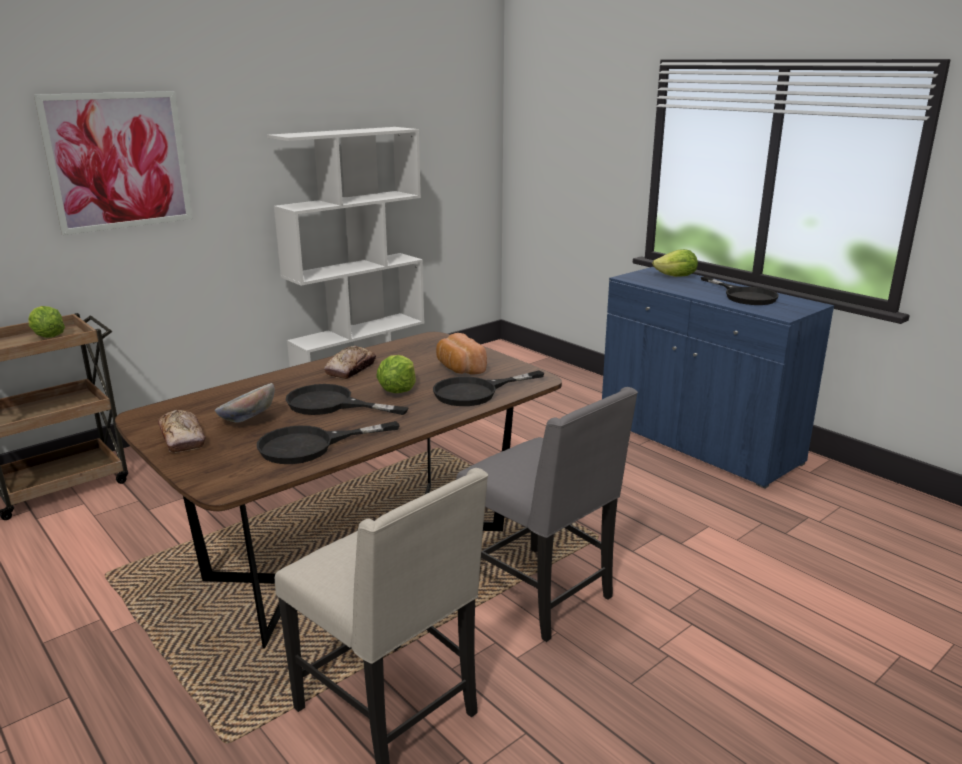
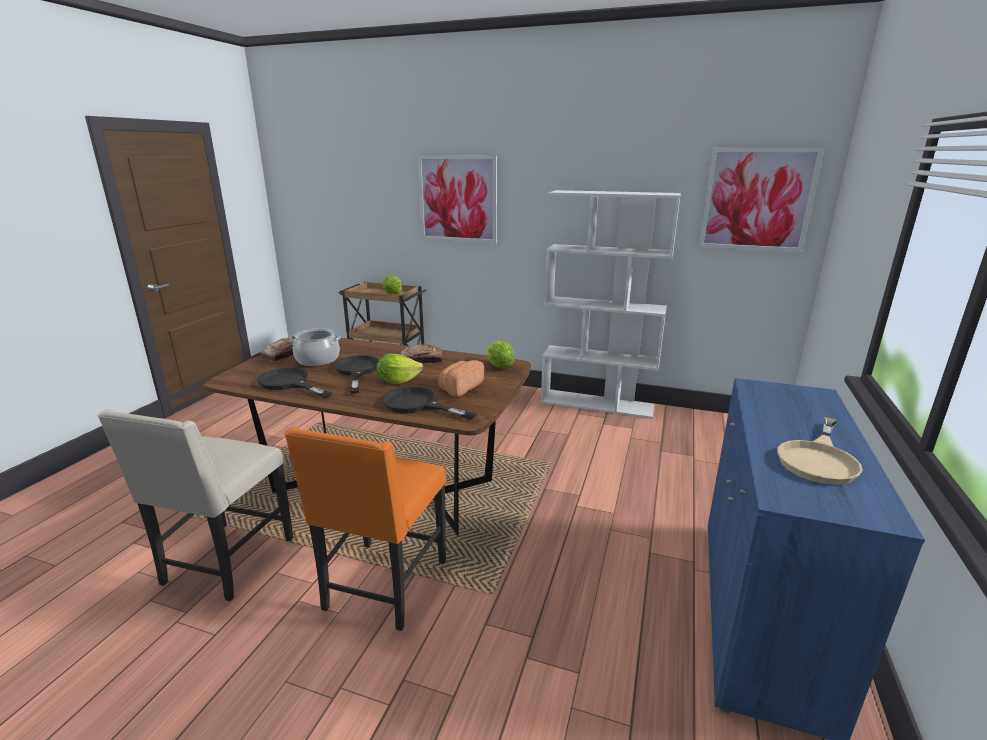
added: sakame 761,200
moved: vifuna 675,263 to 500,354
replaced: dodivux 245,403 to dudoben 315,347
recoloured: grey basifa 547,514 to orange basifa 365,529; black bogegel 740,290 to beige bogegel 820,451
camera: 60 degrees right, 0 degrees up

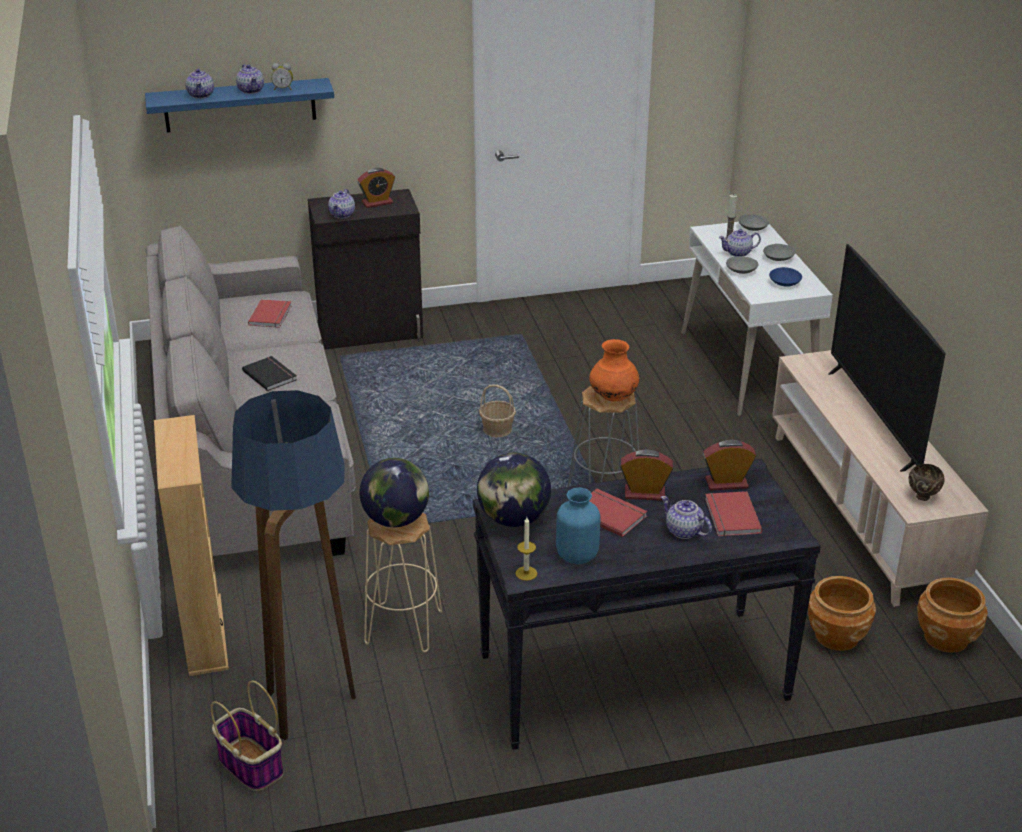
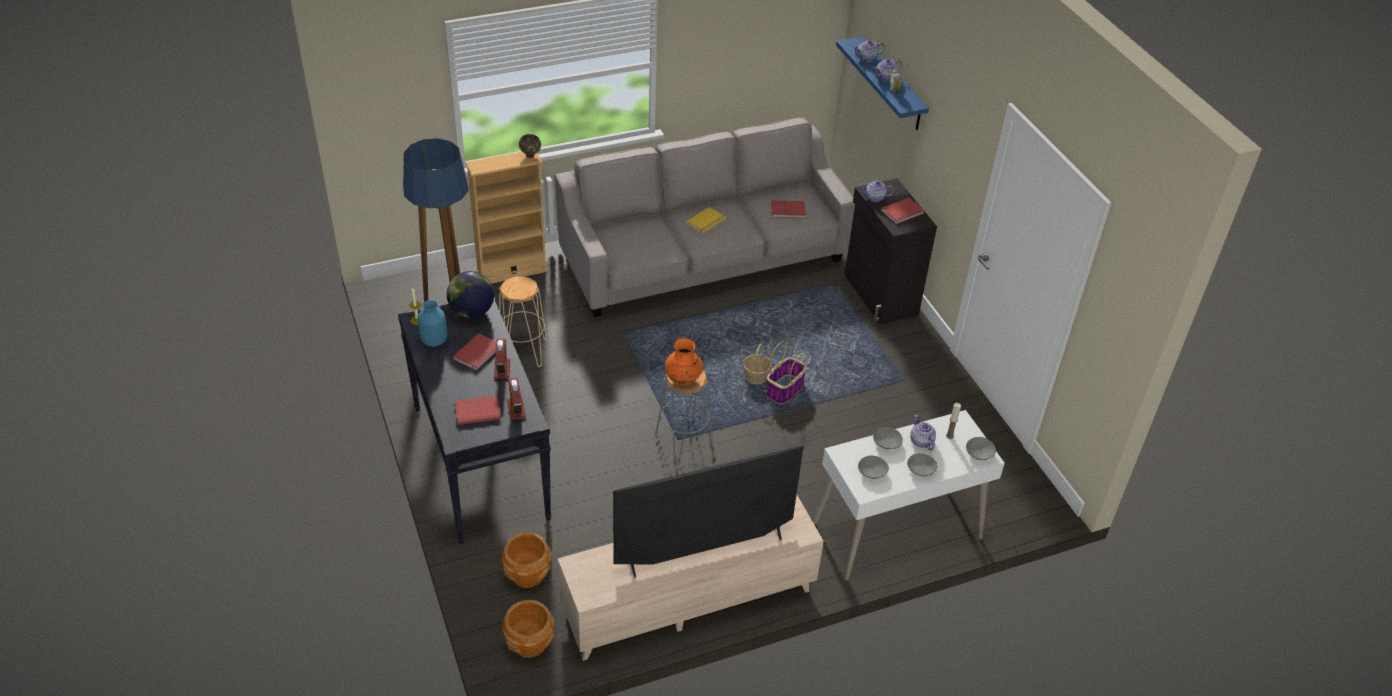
removed: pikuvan 394,492; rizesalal 686,517
moved: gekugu 247,736 to 786,372; brown dodivux 927,482 to 530,146
replaced: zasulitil 376,188 to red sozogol 902,211
recoloured: black sozogol 269,373 to yellow sozogol 706,221; blue dodivux 785,277 to grey dodivux 873,467
camera: 80 degrees right, 10 degrees up

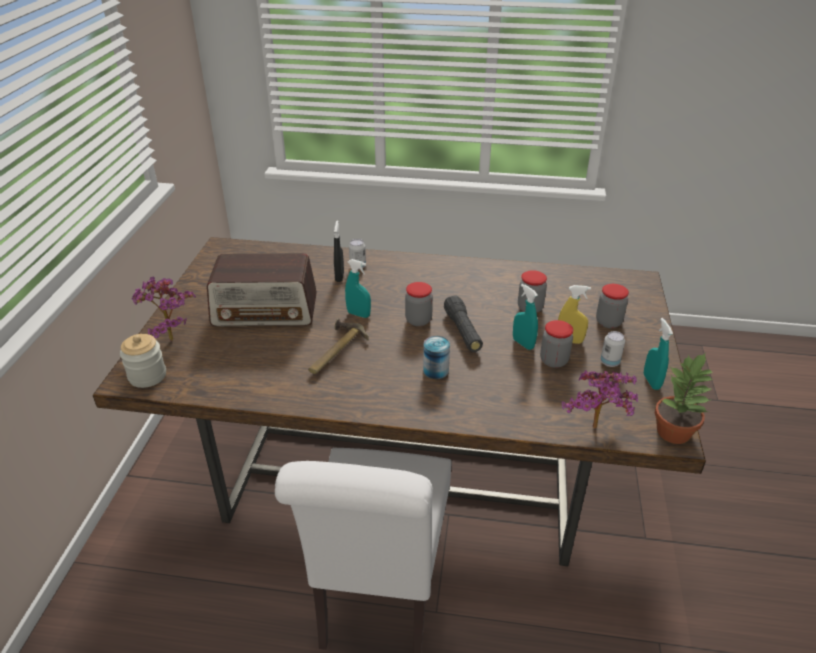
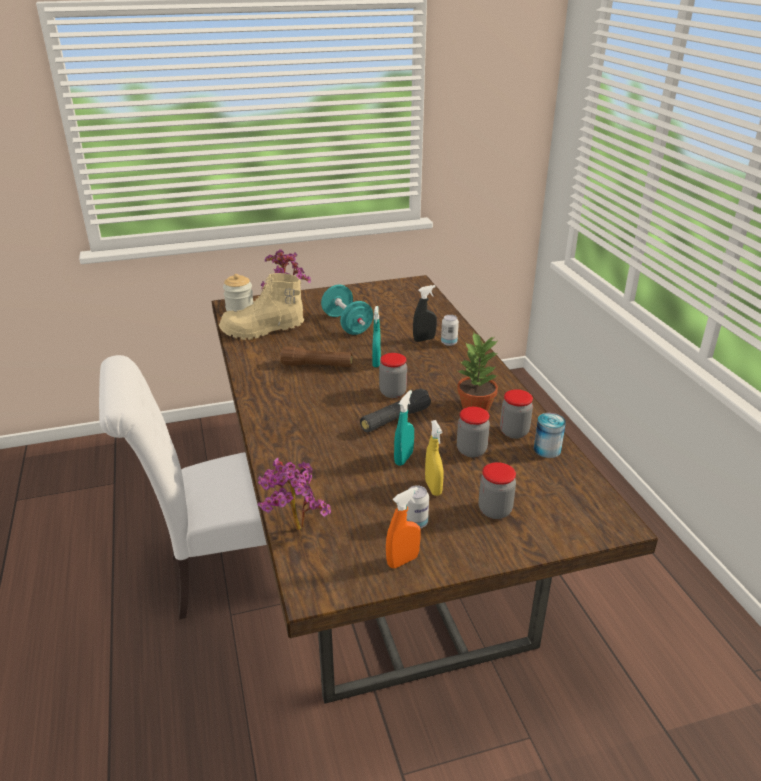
added: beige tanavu 261,306
moved: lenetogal 436,357 to 550,435; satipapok 556,344 to 516,414; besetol 684,398 to 477,372
replaced: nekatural 262,289 to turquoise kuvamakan 347,310; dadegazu 338,346 to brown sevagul 316,356
recoloured: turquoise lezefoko 658,354 to orange lezefoko 403,527
camera: 65 degrees right, 5 degrees down

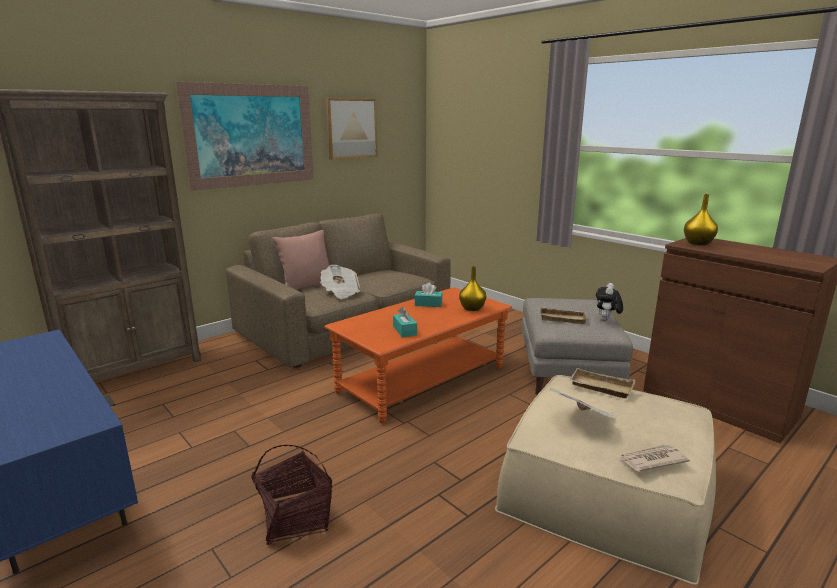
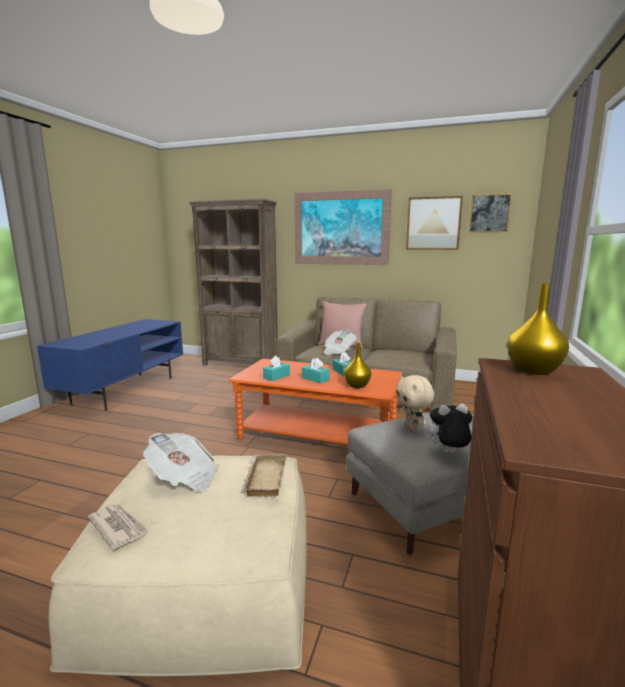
removed: gekugu 291,495
added: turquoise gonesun 316,370; sakame 490,212
replaced: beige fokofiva 563,315 to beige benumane 415,403
camera: 60 degrees right, 5 degrees down

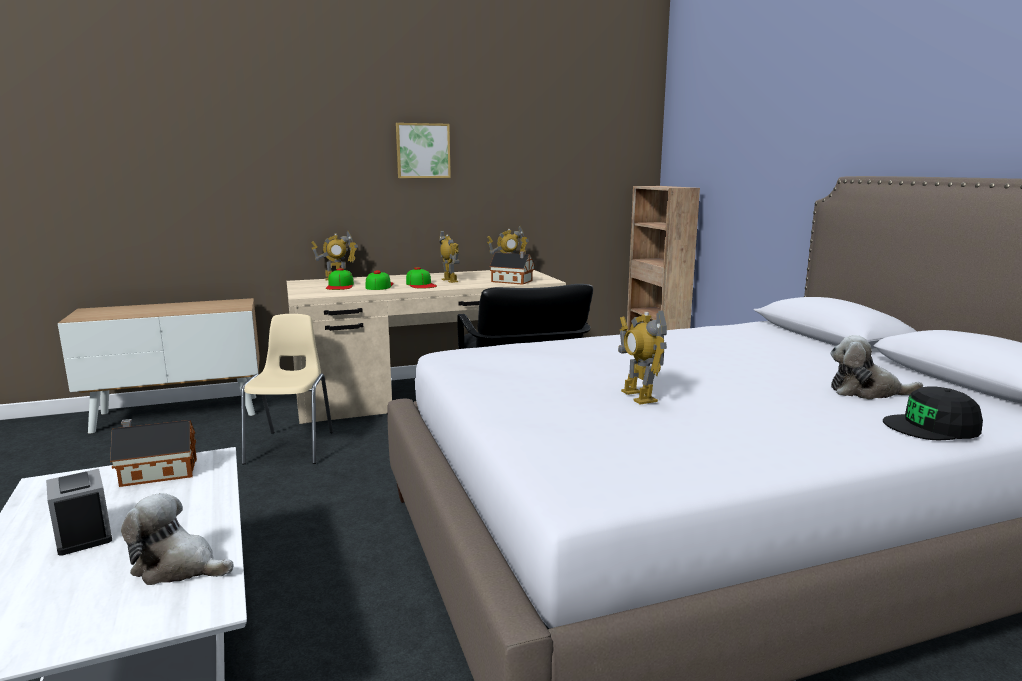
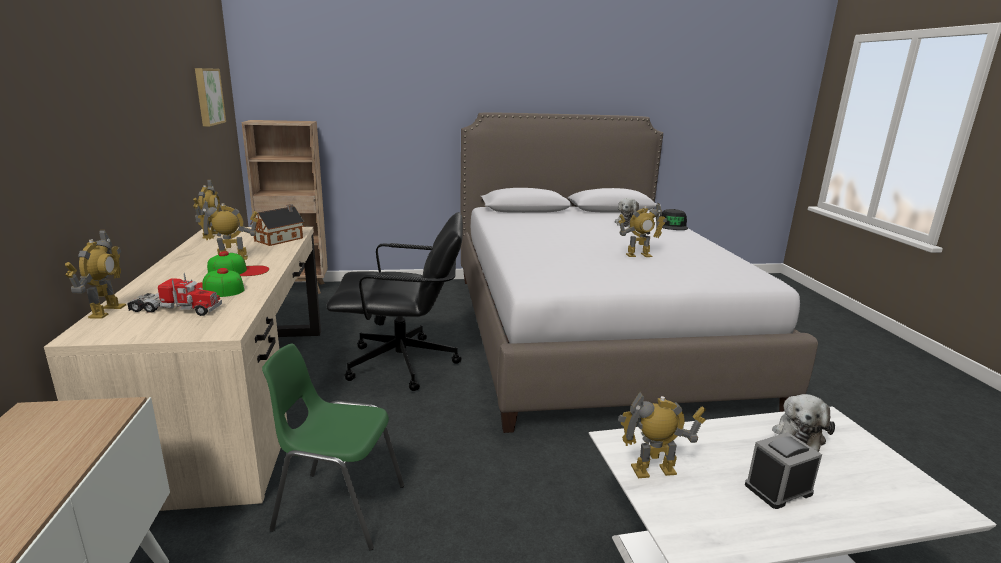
moved: sakame 423,150 to 210,97
replaced: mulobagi 153,453 to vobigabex 662,435; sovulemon 340,279 to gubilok 174,294
recoloured: beige basifa 287,389 to green basifa 333,447
camera: 80 degrees left, 5 degrees up

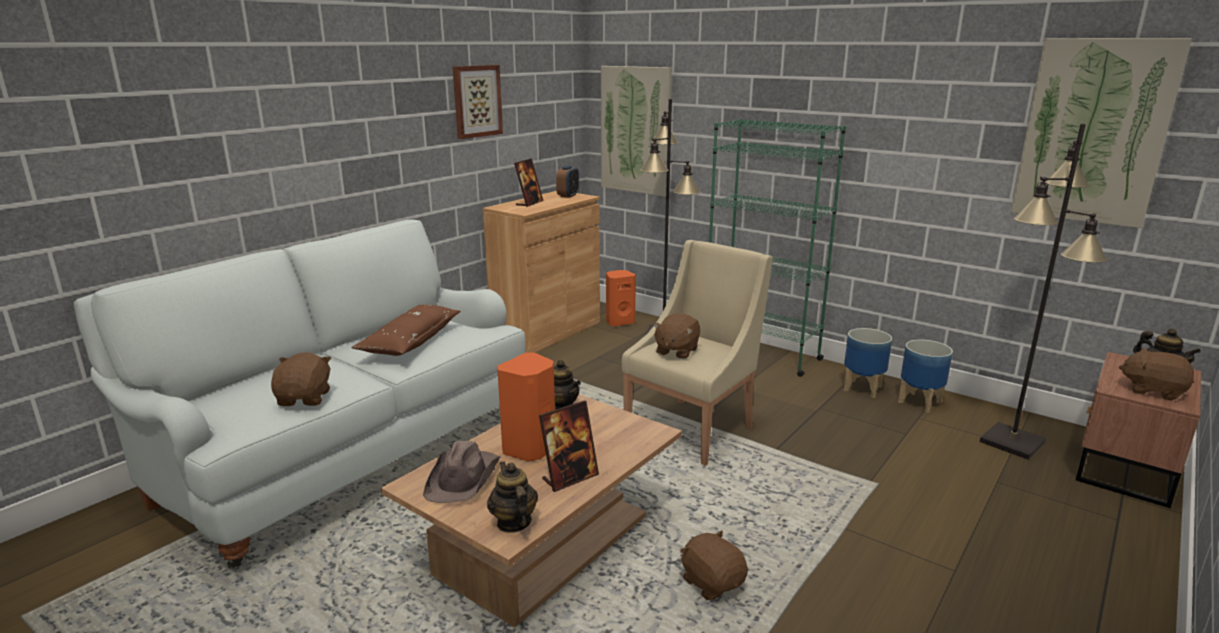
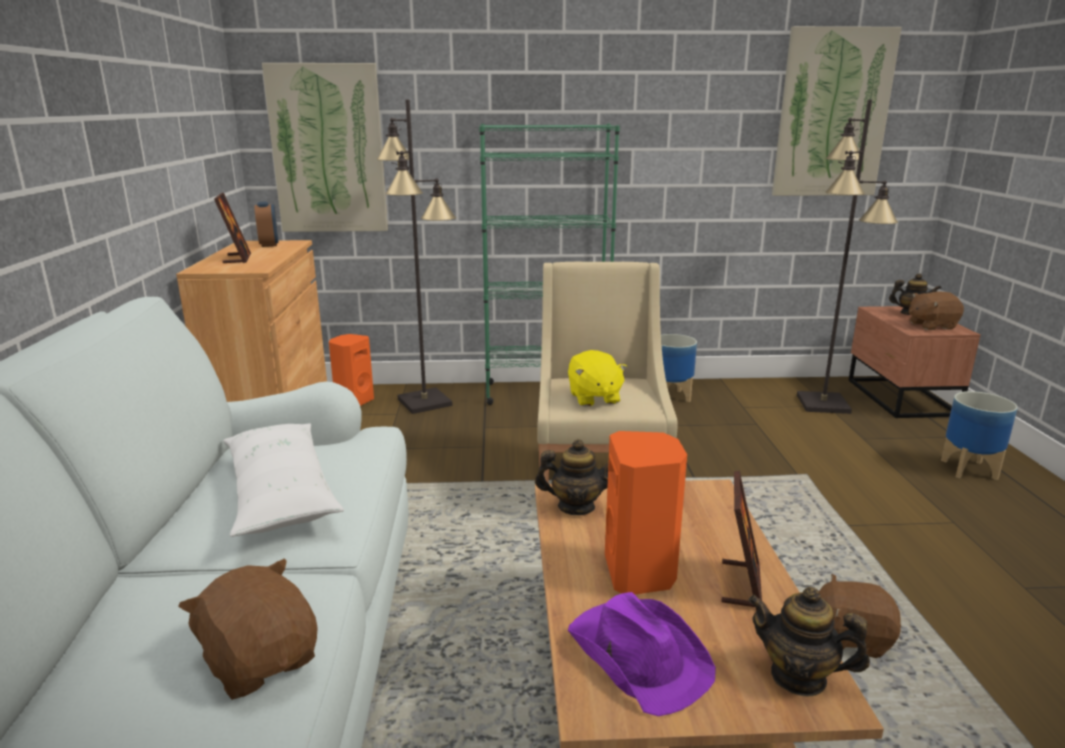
removed: sakame 478,102
moved: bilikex 925,376 to 979,435
recoloured: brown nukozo 406,330 to white nukozo 283,480; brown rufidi 462,472 to purple rufidi 642,654; brown benumane 676,336 to yellow benumane 597,378
camera: 40 degrees left, 0 degrees up

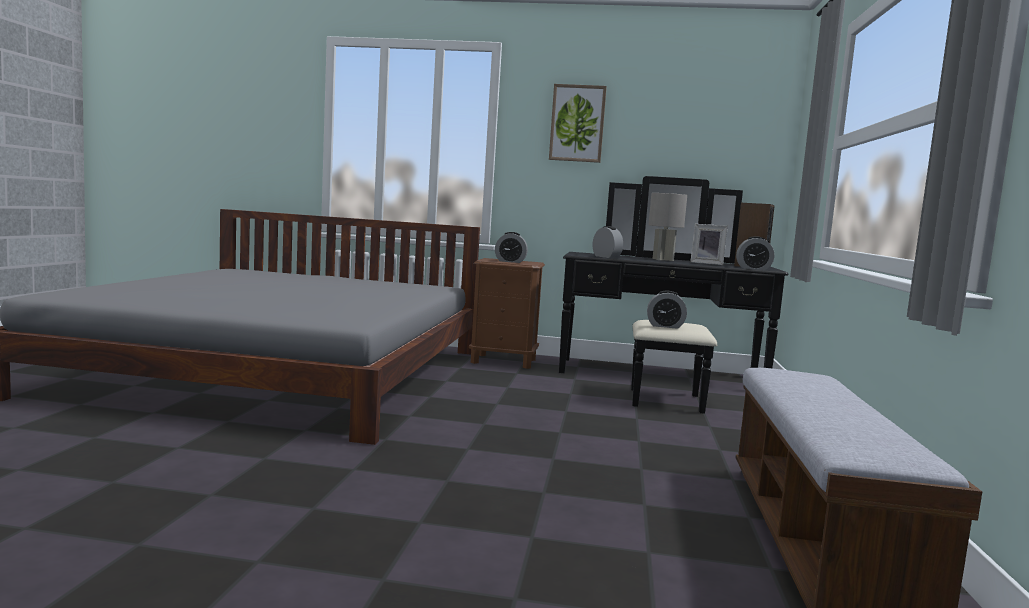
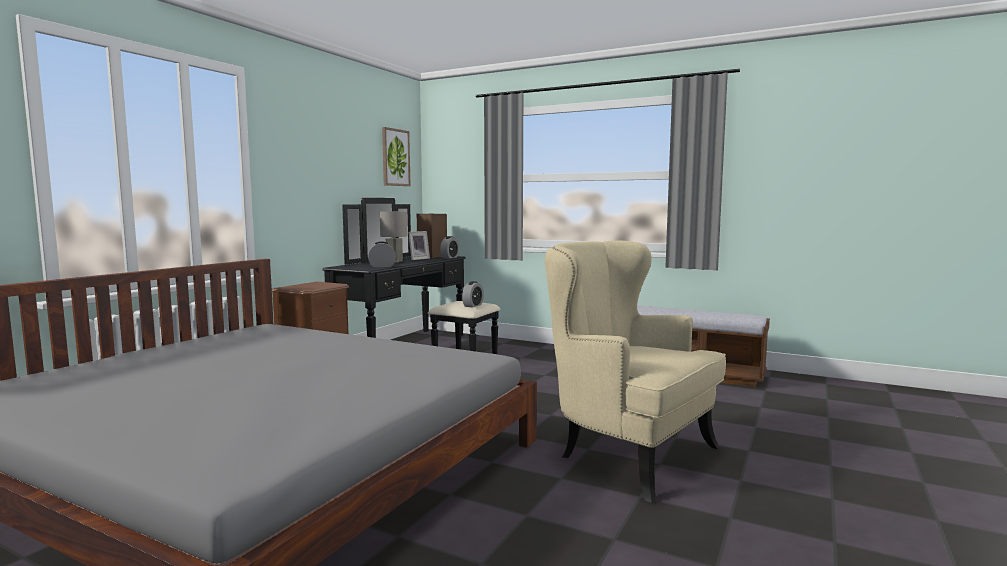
removed: zasulitil 511,247
added: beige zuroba 635,372
moved: sakame 578,123 to 396,156
camera: 70 degrees left, 0 degrees up

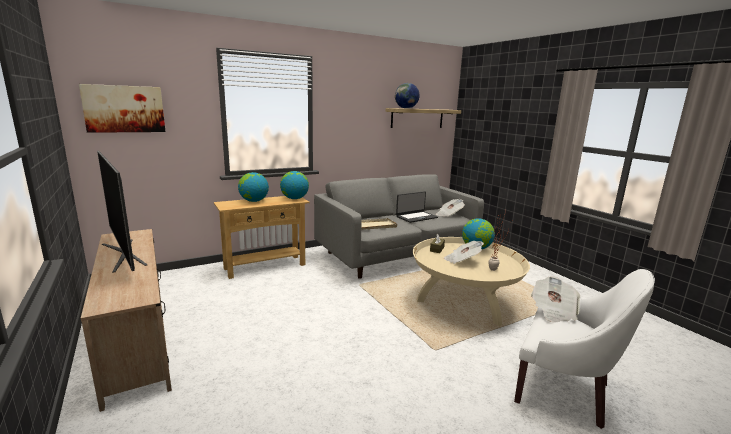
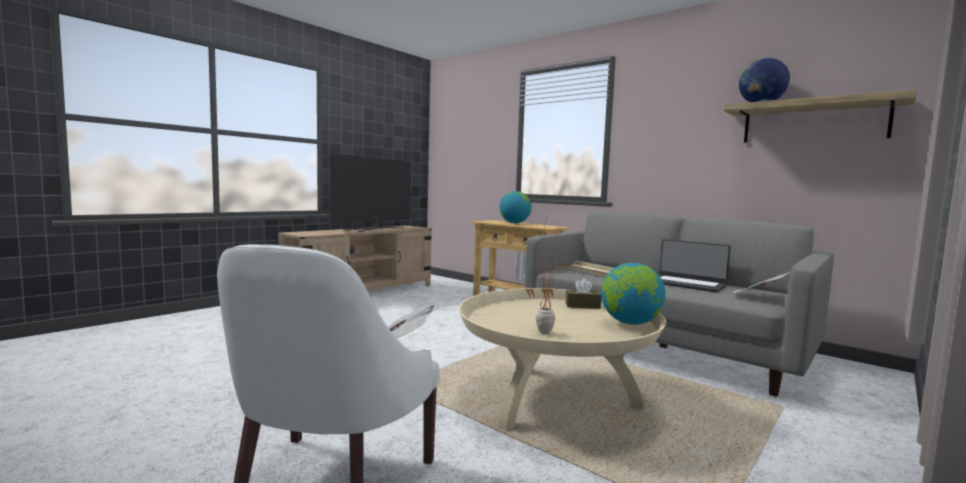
removed: sakame 122,108; pikuvan 294,185; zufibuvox 464,252
camera: 70 degrees right, 10 degrees down

